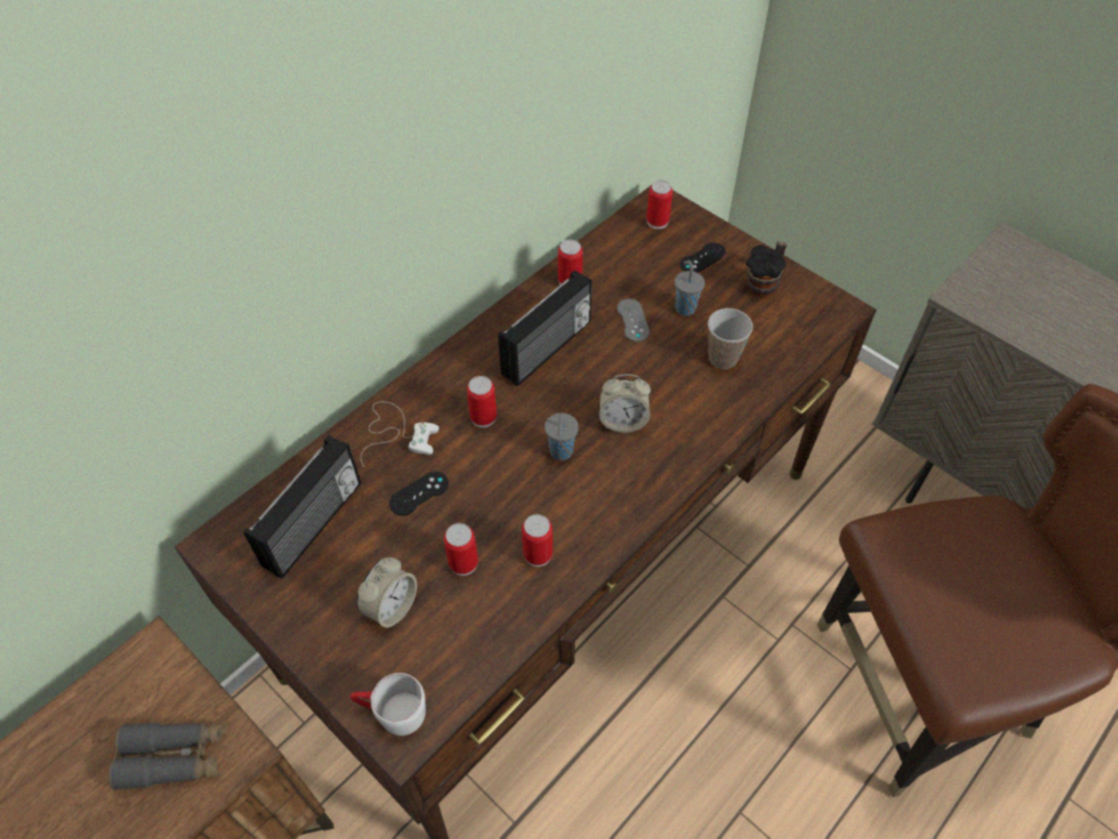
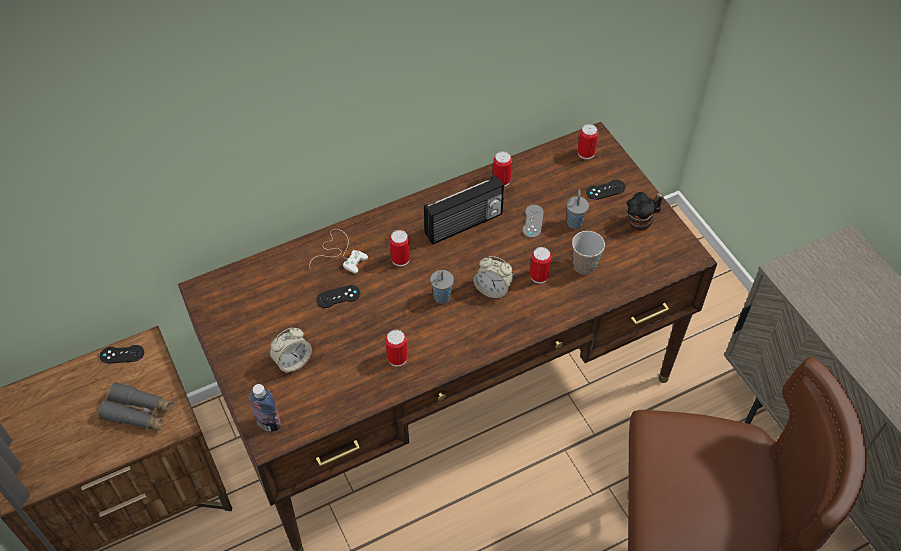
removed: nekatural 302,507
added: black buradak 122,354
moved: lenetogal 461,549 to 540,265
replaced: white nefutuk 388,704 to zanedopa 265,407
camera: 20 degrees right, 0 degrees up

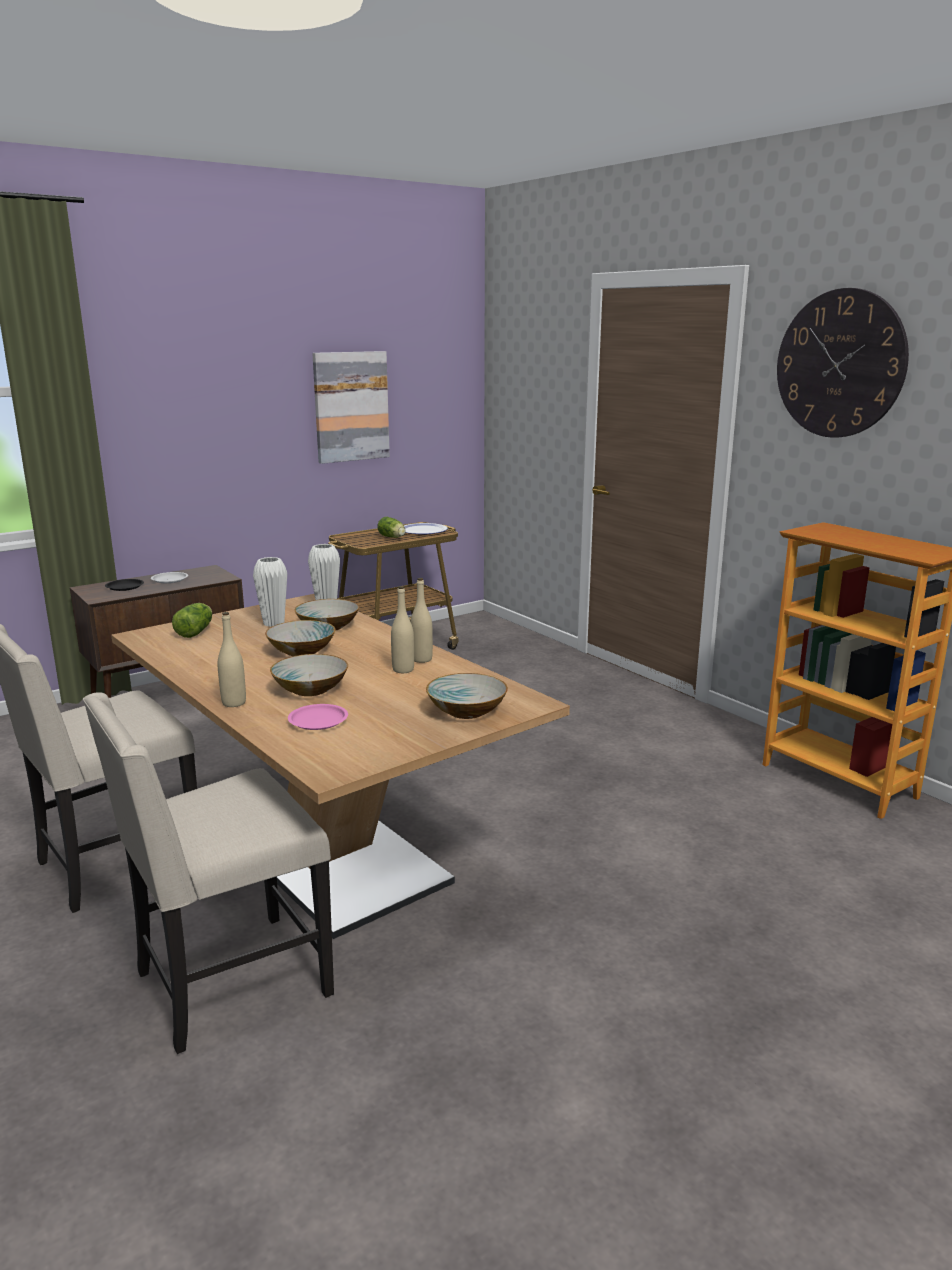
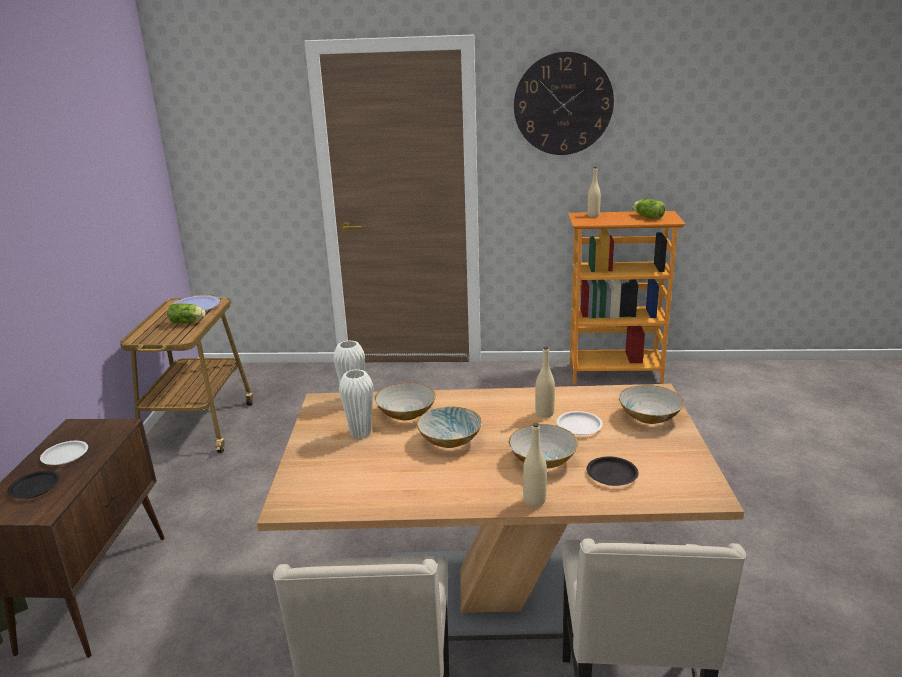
removed: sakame 351,407
added: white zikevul 579,423
moved: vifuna 192,620 to 649,209; beige zanedopa 421,620 to 594,192
recoloured: pink zikevul 318,717 to black zikevul 613,471
camera: 50 degrees left, 5 degrees up

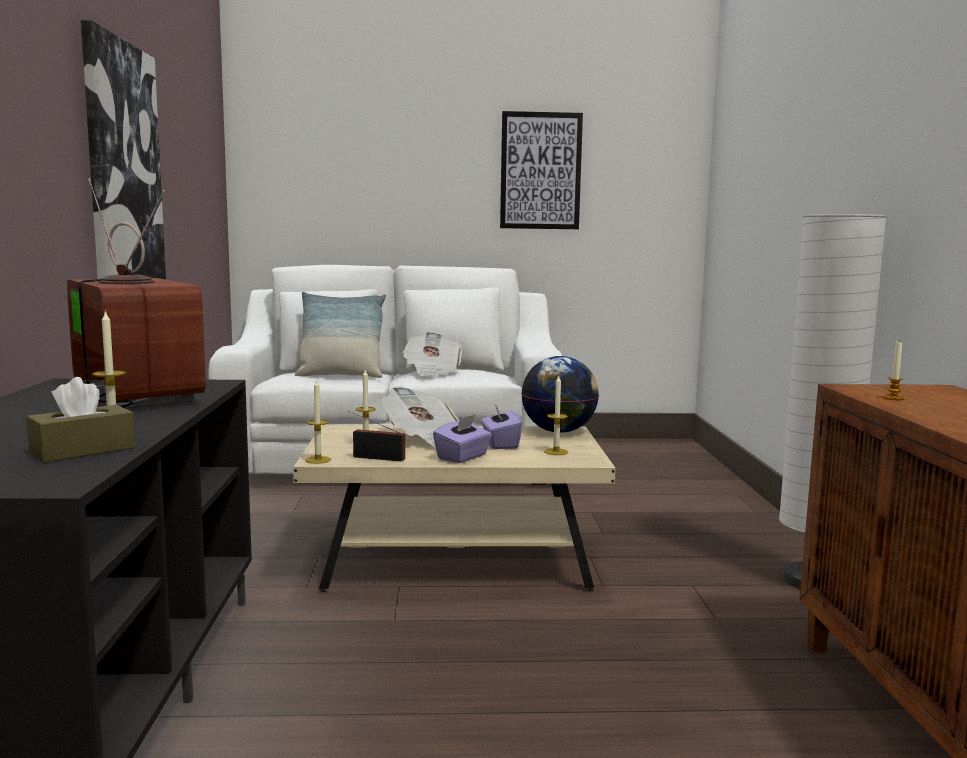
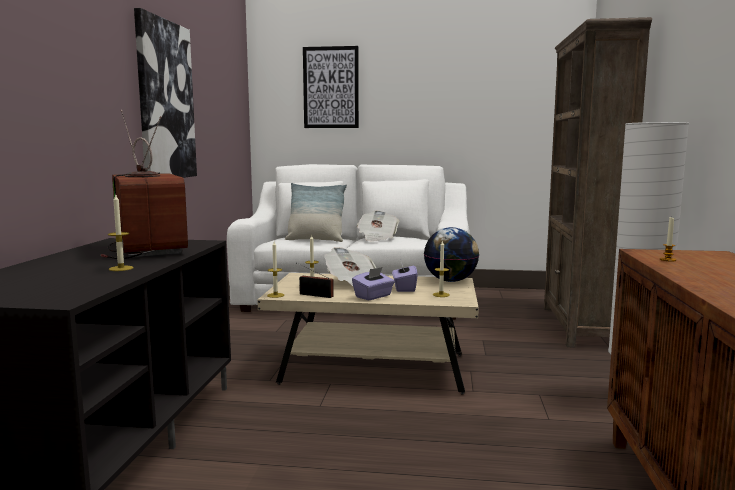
removed: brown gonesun 80,420
added: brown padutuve 598,182
moved: sakame 541,170 to 331,87
camera: 10 degrees right, 0 degrees up

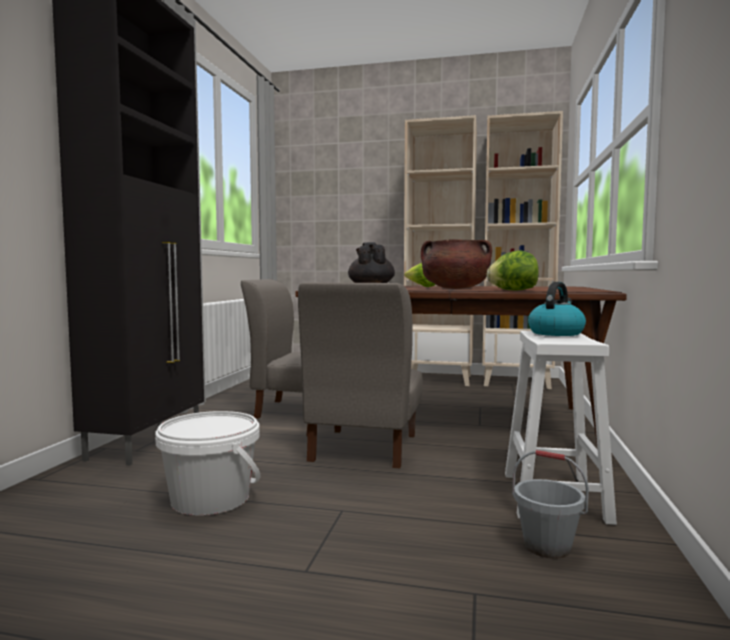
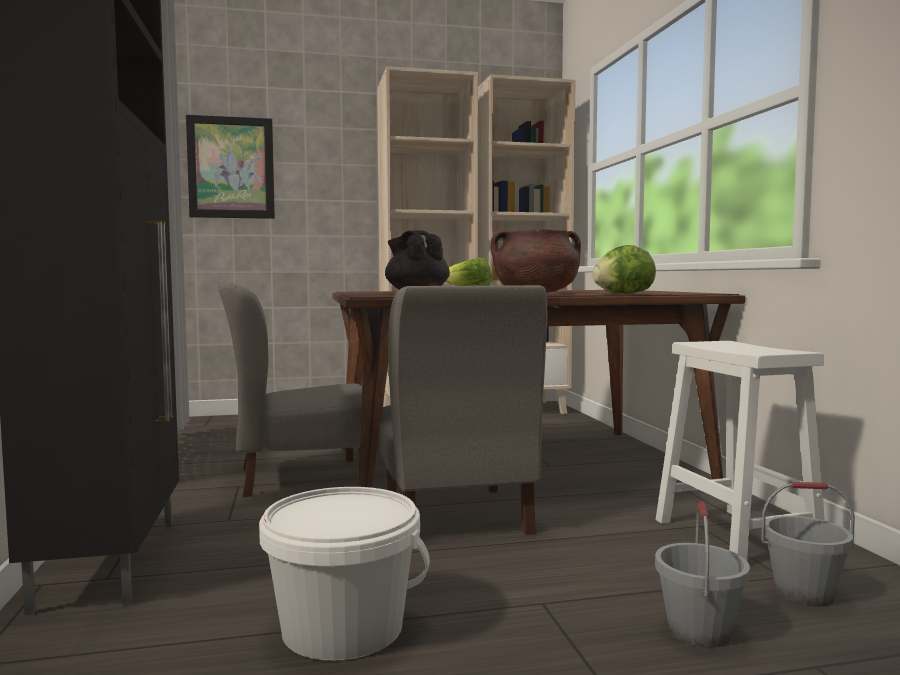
removed: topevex 557,309
added: sakame 230,167; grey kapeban 702,575
camera: 25 degrees left, 0 degrees up

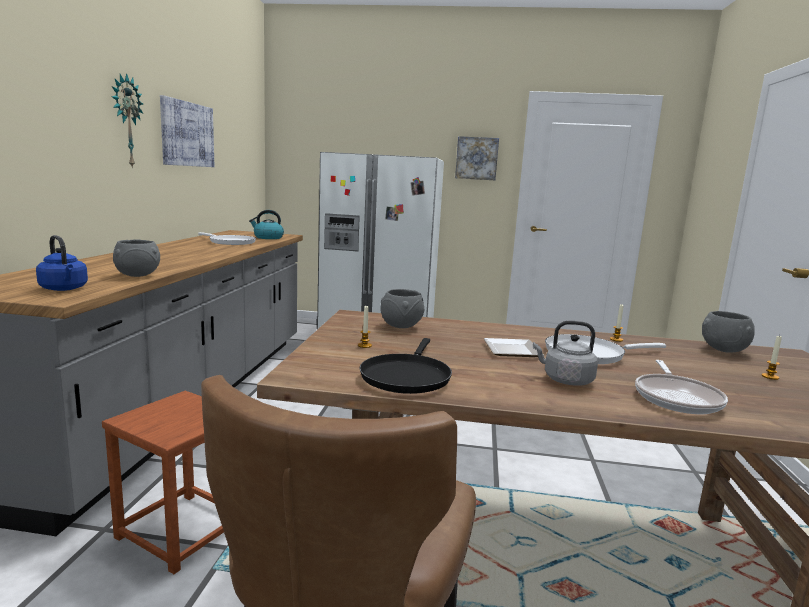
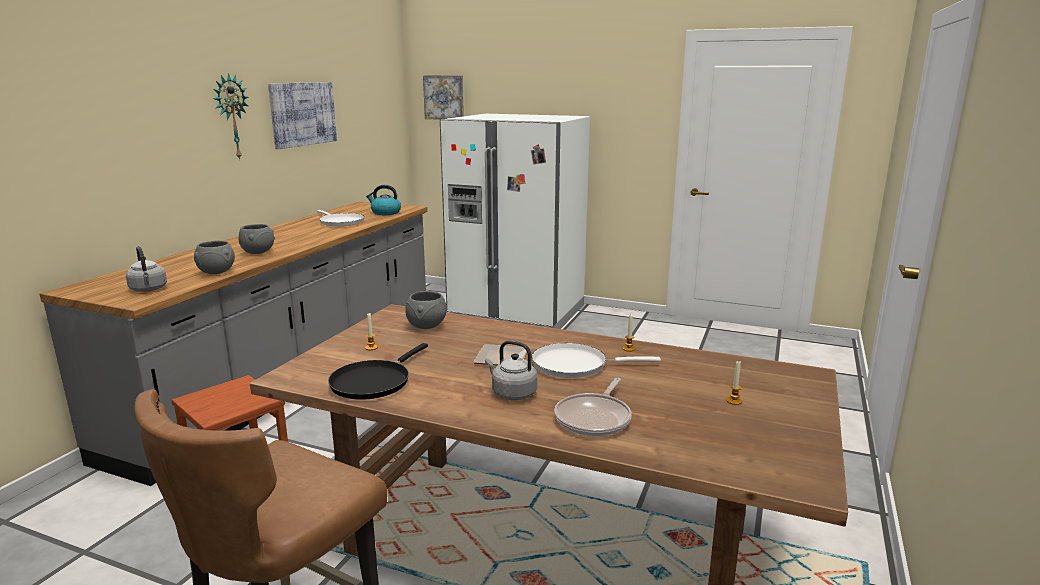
moved: sakame 477,158 to 443,97; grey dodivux 728,332 to 257,239
recoloured: blue topevex 62,263 to grey topevex 146,269
camera: 15 degrees right, 5 degrees up

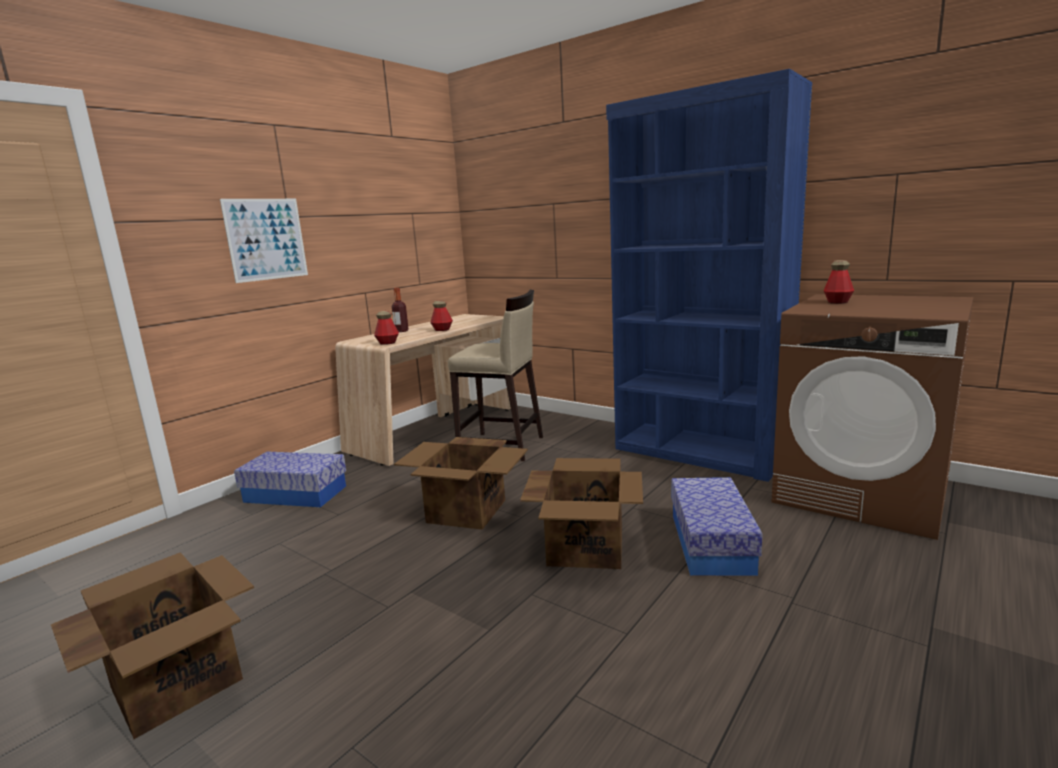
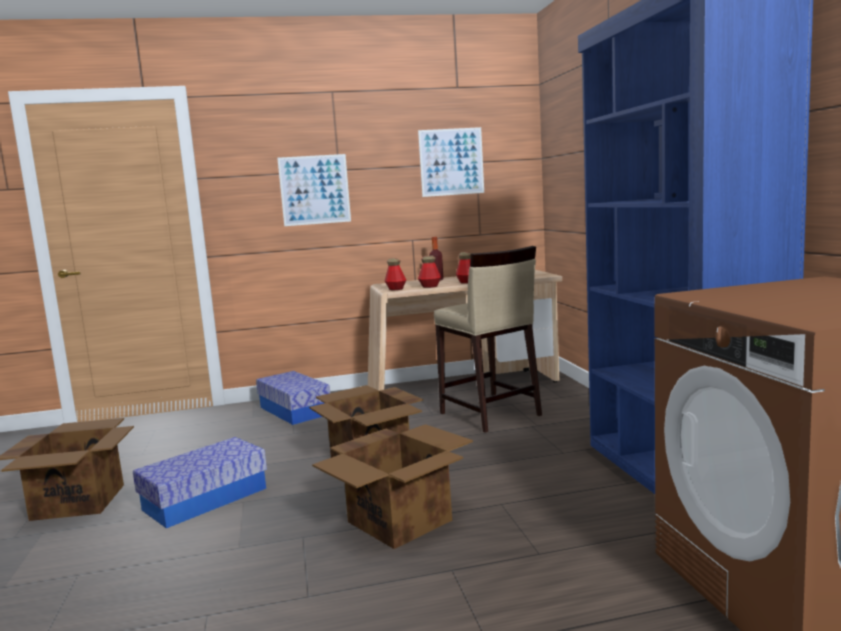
added: sakame 451,162
moved: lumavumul 717,526 to 200,482; zanedopa 839,282 to 429,272
camera: 40 degrees right, 5 degrees down

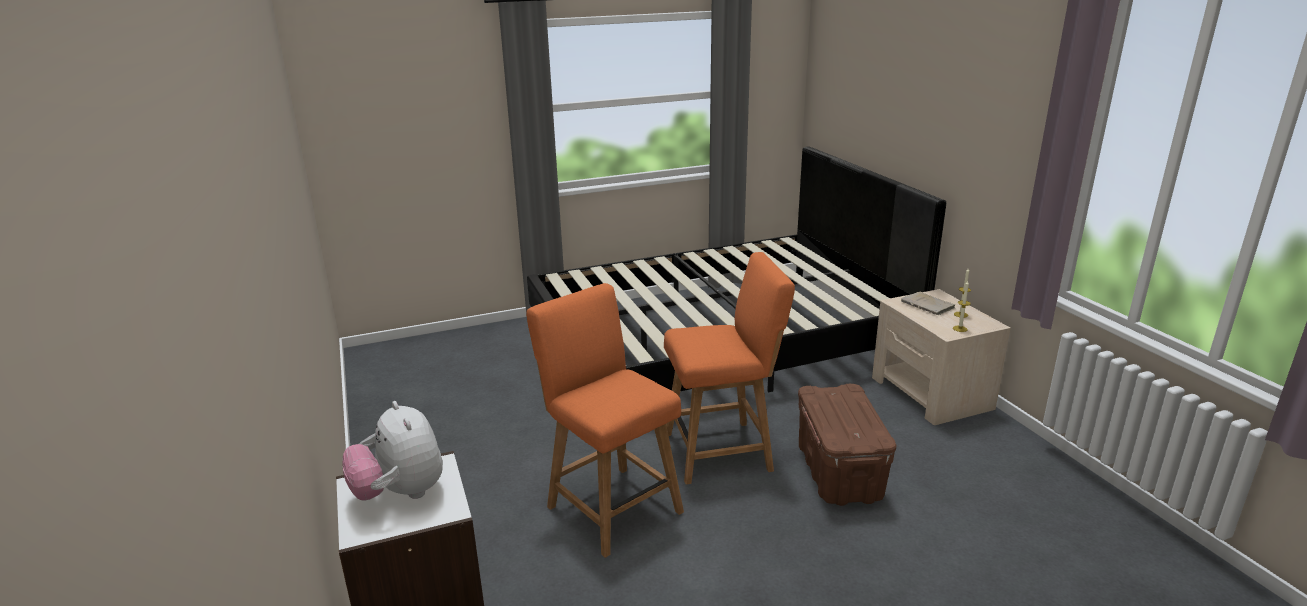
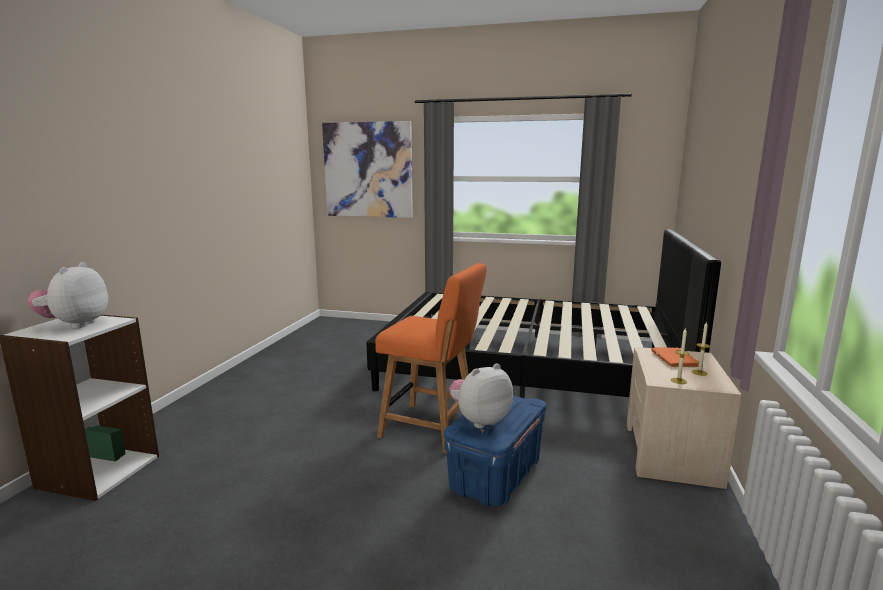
removed: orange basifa 605,420
added: sakame 367,169; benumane 481,395
recoloured: brown lumavumul 847,445 to blue lumavumul 495,451; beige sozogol 928,303 to orange sozogol 675,357
camera: 35 degrees right, 10 degrees down

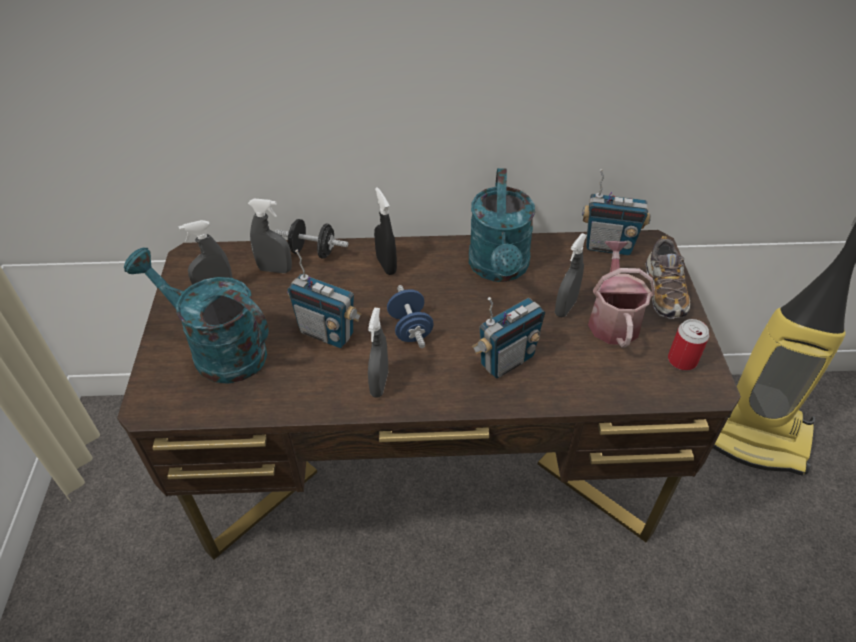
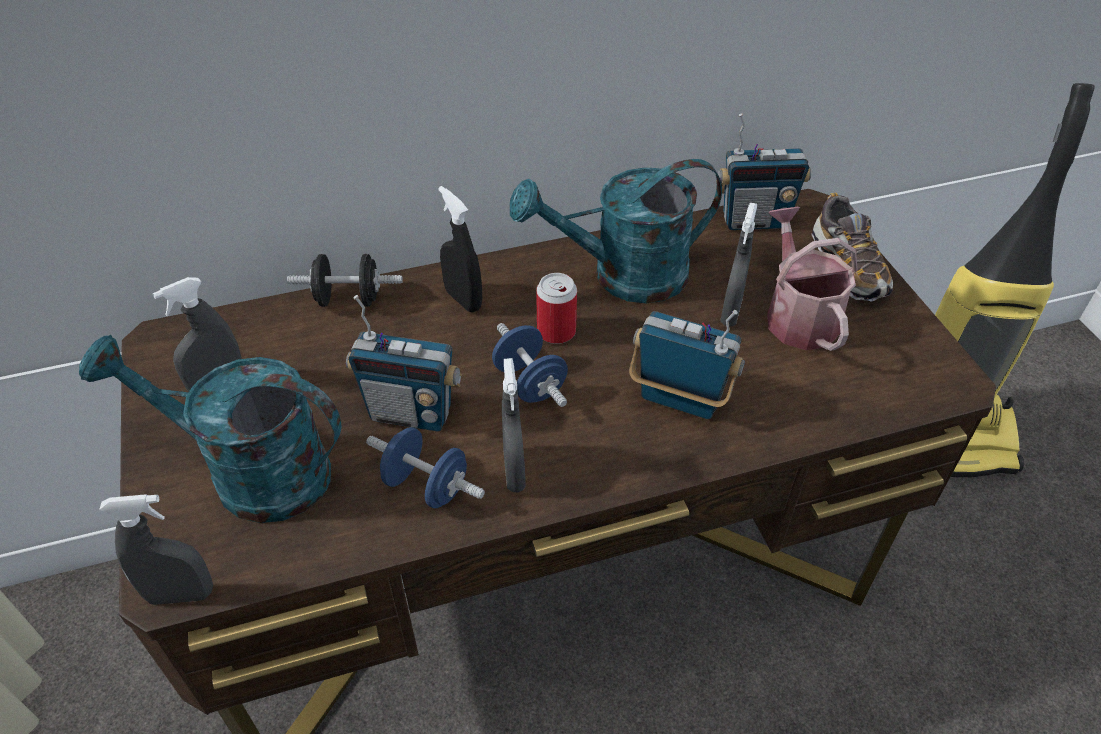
added: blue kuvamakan 425,467
moved: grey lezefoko 270,235 to 156,549; lenetogal 688,345 to 556,308
turned: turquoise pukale 502,225 = 616,231 90 degrees clockwise; nekatural 508,338 = 687,364 105 degrees counterclockwise
camera: 15 degrees left, 0 degrees up

